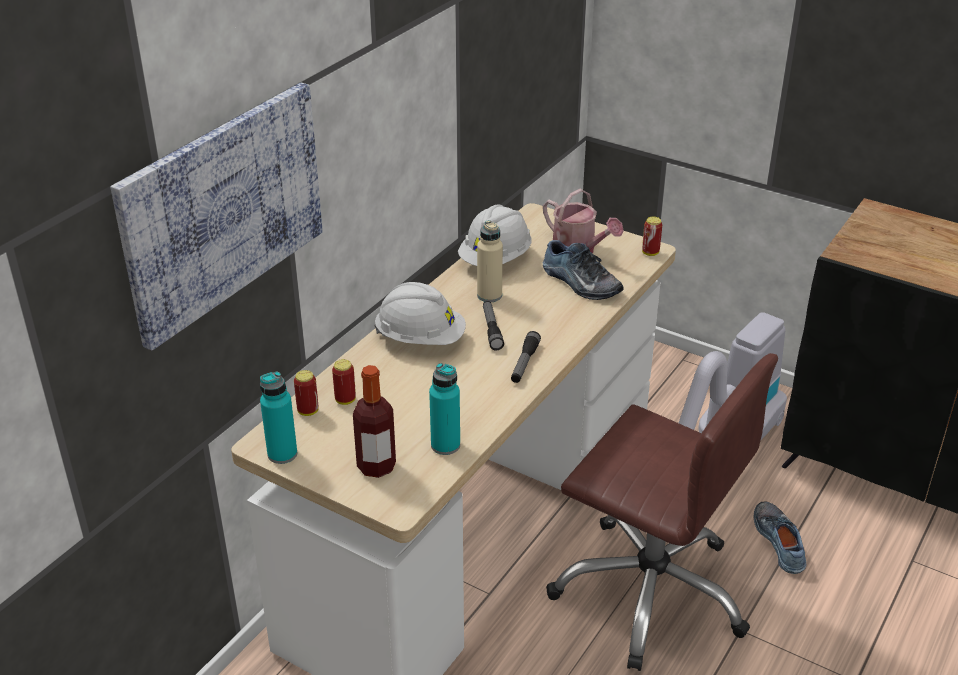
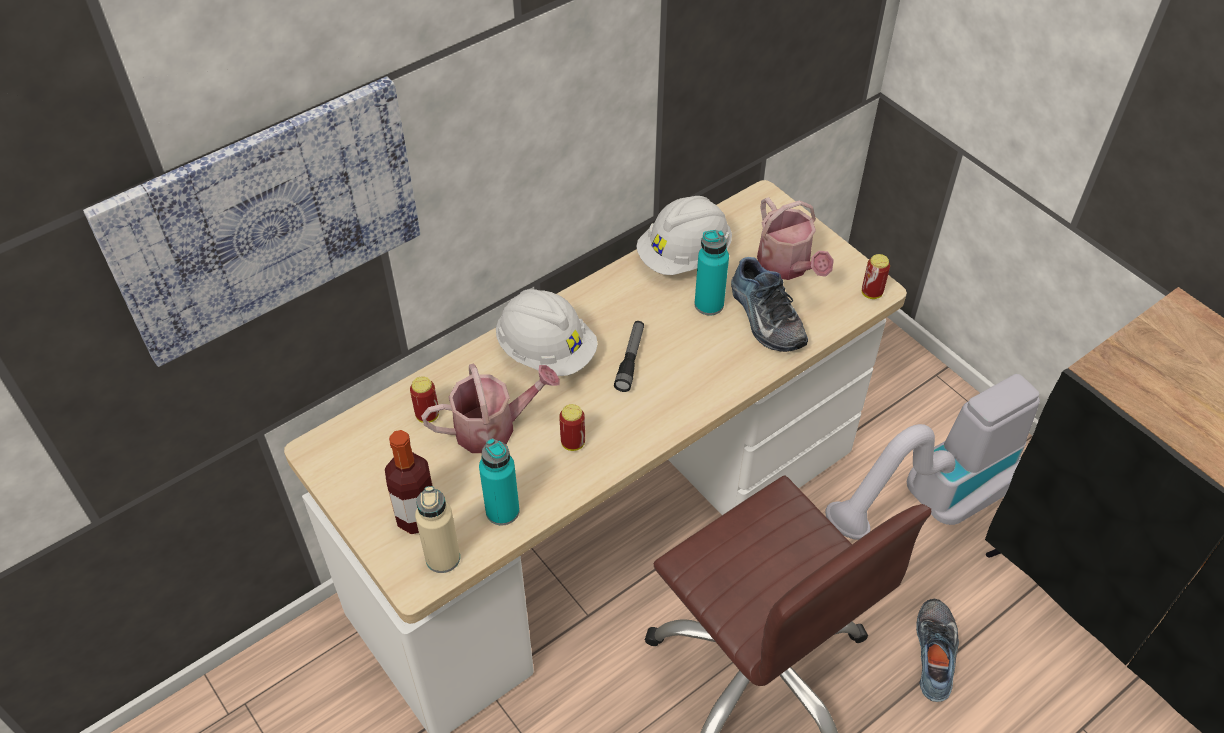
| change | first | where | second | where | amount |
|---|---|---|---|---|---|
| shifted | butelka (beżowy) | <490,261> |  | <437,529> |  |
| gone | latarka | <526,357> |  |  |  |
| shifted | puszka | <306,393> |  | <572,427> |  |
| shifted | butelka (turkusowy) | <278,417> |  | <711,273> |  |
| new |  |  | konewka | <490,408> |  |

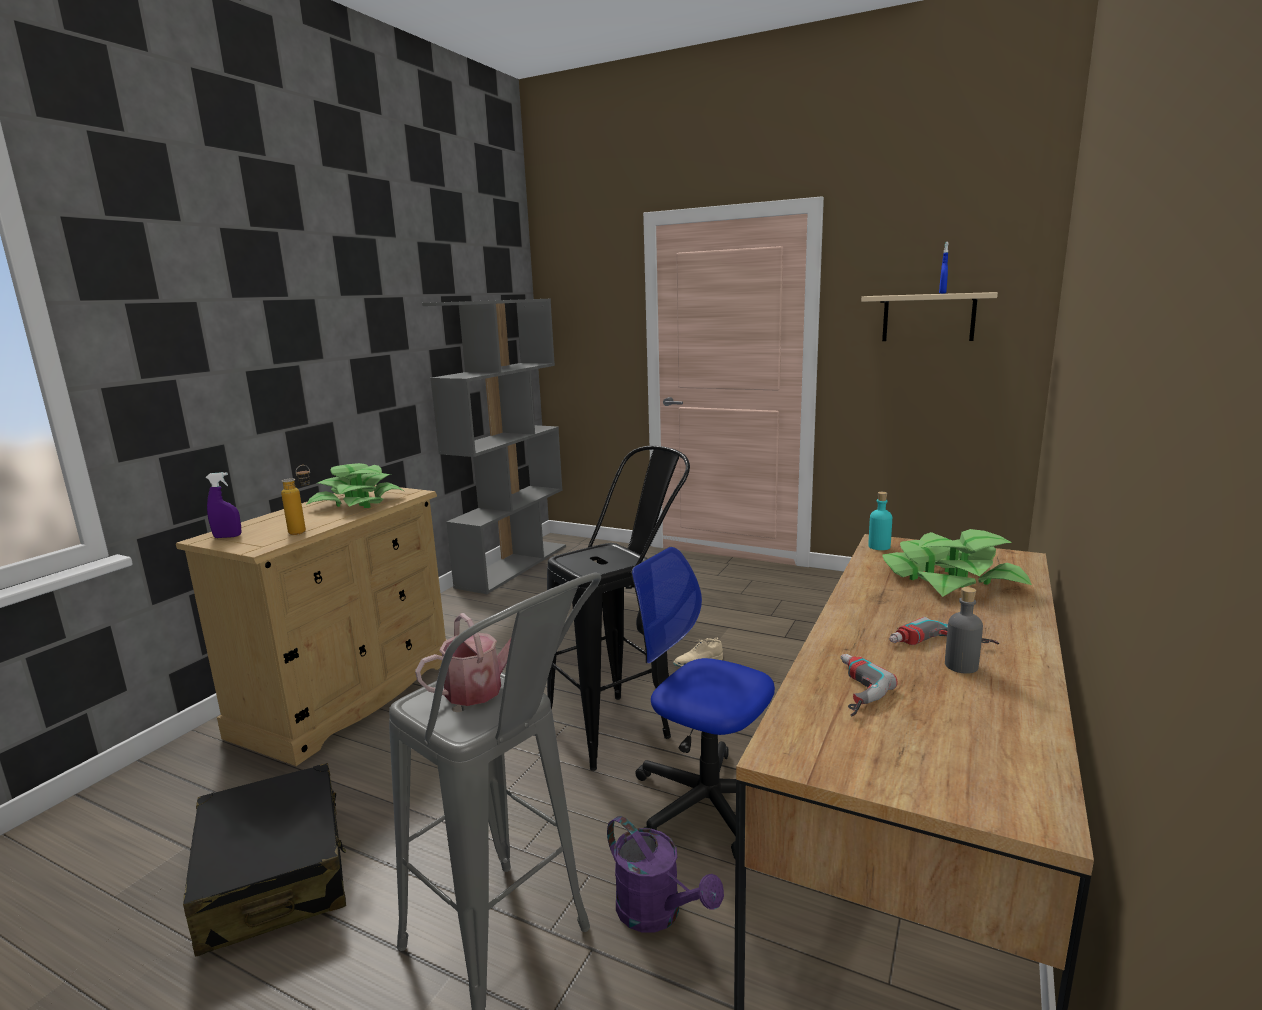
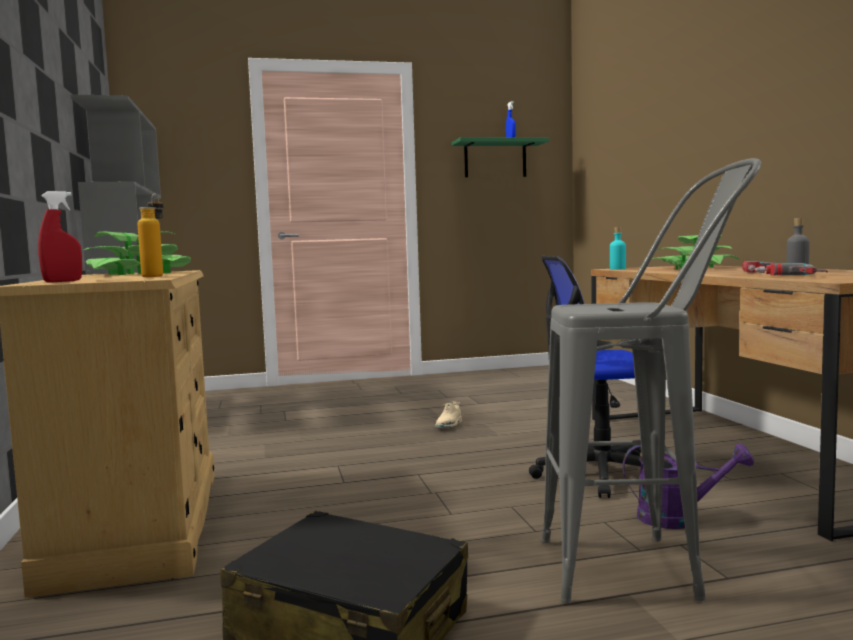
| change | first | where | second | where | amount |
|---|---|---|---|---|---|
| repainted | półka (beżowy) | <929,316> | półka (zielony) | <500,157> |  |
| gone | stołek (czarny) | <618,608> |  |  |  |
| repainted | spryskiwacz (fioletowy) | <223,505> | spryskiwacz (czerwony) | <60,237> |  |
| gone | konewka | <463,659> |  |  |  |

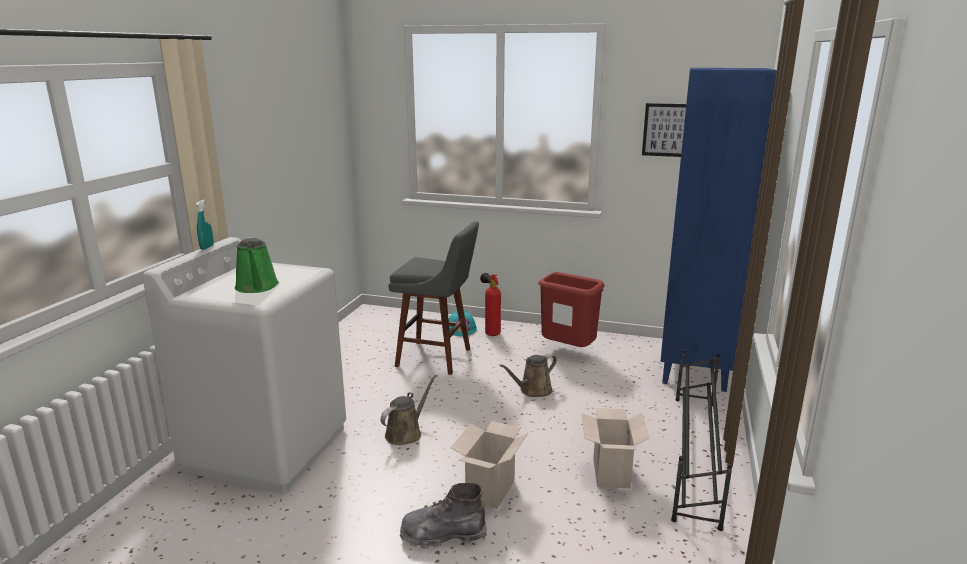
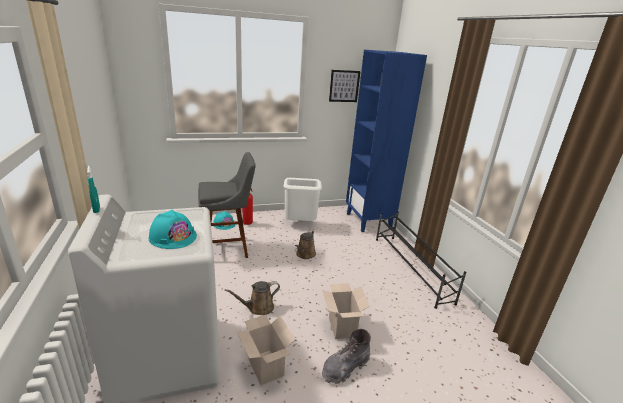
| change | first | where | second | where | amount |
|---|---|---|---|---|---|
| swapped | konewka (zielony) | <257,264> | kask (turkusowy) | <173,229> |  |
| repainted | kosz na śmieci (czerwony) | <571,309> | kosz na śmieci (biały) | <303,199> |  |
| rotated | konewka (brązowy) | <409,409> |  | <252,298> | 120 degrees counterclockwise |
| shifted | karton | <615,448> |  | <266,350> |  |

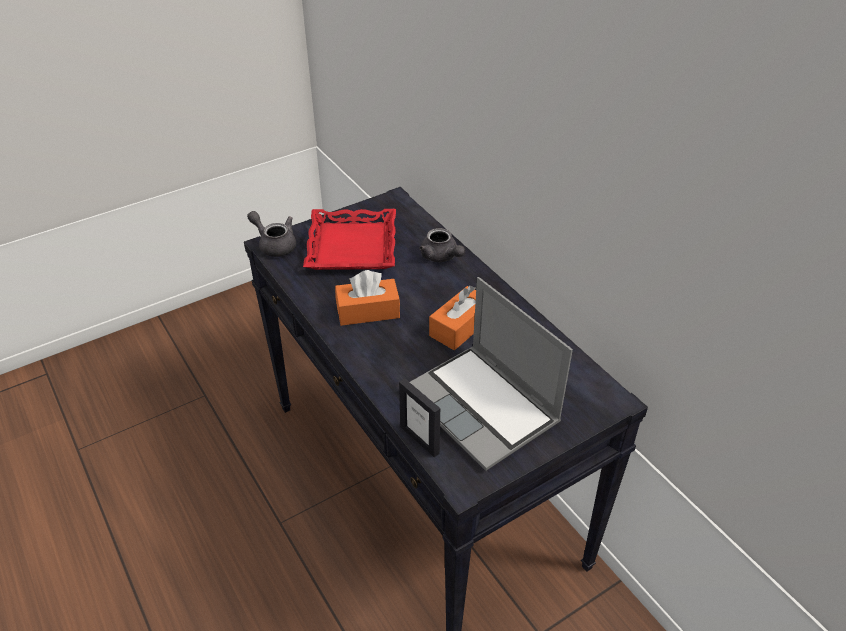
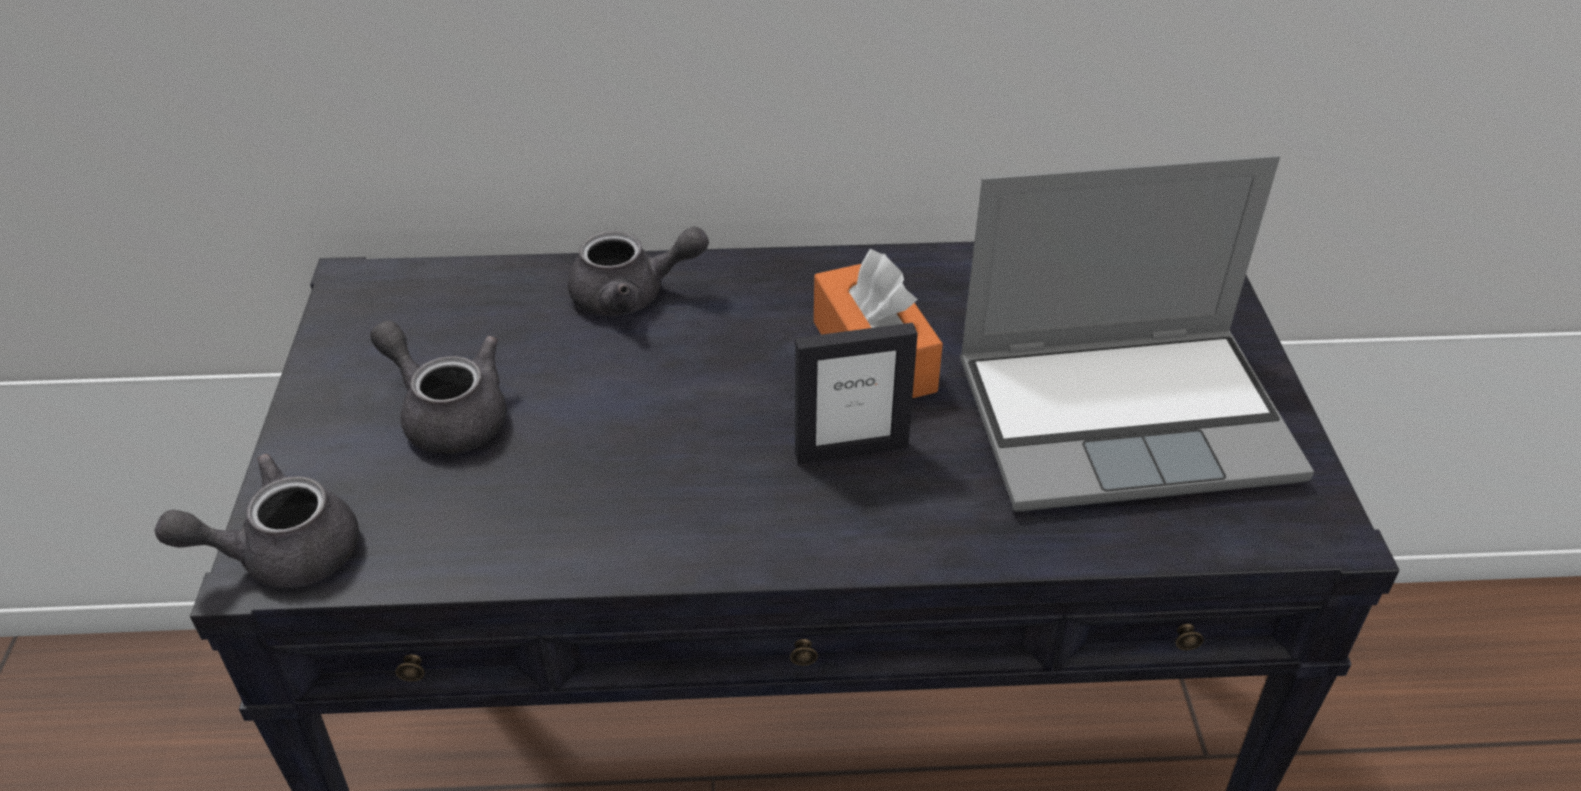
| change | first | where | second | where | amount |
|---|---|---|---|---|---|
| swapped | taca (czerwony) | <349,239> | imbryk (szary) | <438,387> |  |
| gone | pudełko chusteczek (pomarańczowy) | <367,298> |  |  |  |
| shifted | ramka na zdjęcie | <419,417> |  | <856,393> |  |

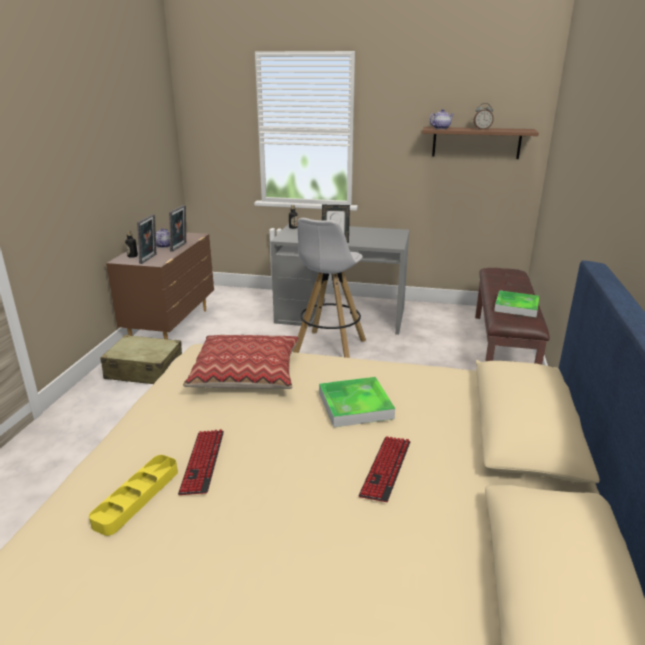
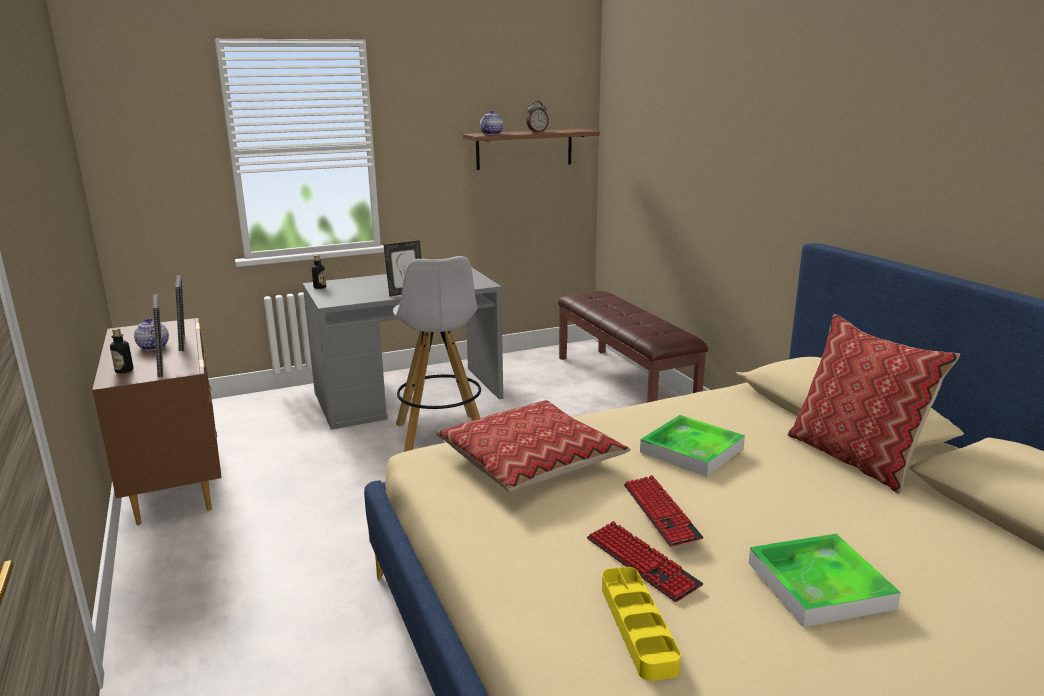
| change | first | where | second | where | amount |
|---|---|---|---|---|---|
| shifted | taca | <516,303> |  | <825,580> |  |
| gone | walizka (beżowy) | <141,359> |  |  |  |
| shifted | klawiatura | <384,469> |  | <663,511> |  |
| new |  |  | poduszka | <873,404> |  |

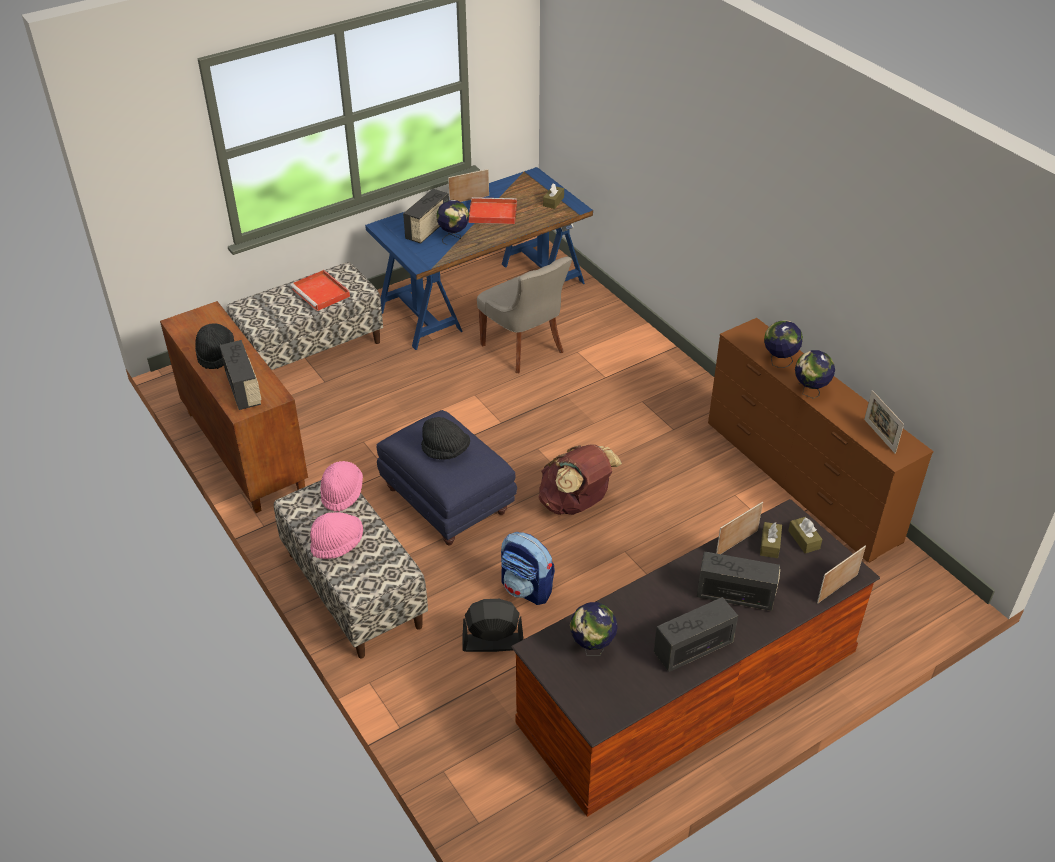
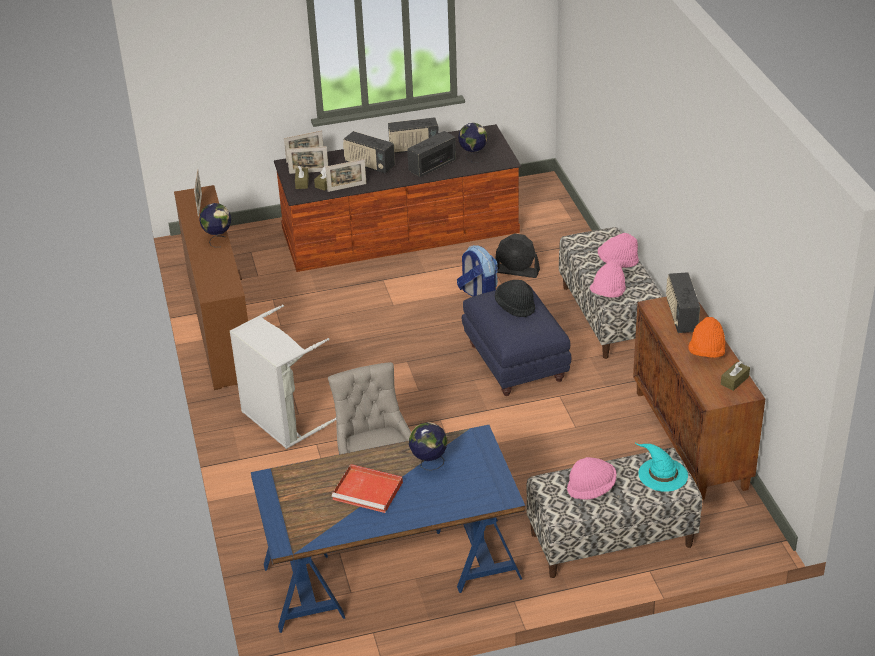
| change | first | where | second | where | amount |
|---|---|---|---|---|---|
| shifted | ramka na zdjęcie | <468,185> |  | <307,160> |  |
| shifted | pudełko chusteczek (brązowy) | <553,196> |  | <735,376> |  |
| shifted | radio | <426,216> |  | <431,154> |  |
| swapped | taca (czerwony) | <320,290> | kapelusz (różowy) | <592,478> |  |
| gone | globus | <783,344> |  |  |  |
| repainted | kapelusz (czarny) | <214,346> | kapelusz (pomarańczowy) | <706,337> |  |
| gone | plecak (brązowy) | <580,479> |  |  |  |
| new |  |  | kosz na pranie (szary) | <283,377> |  |
| new |  |  | kapelusz (turkusowy) | <661,467> |  |

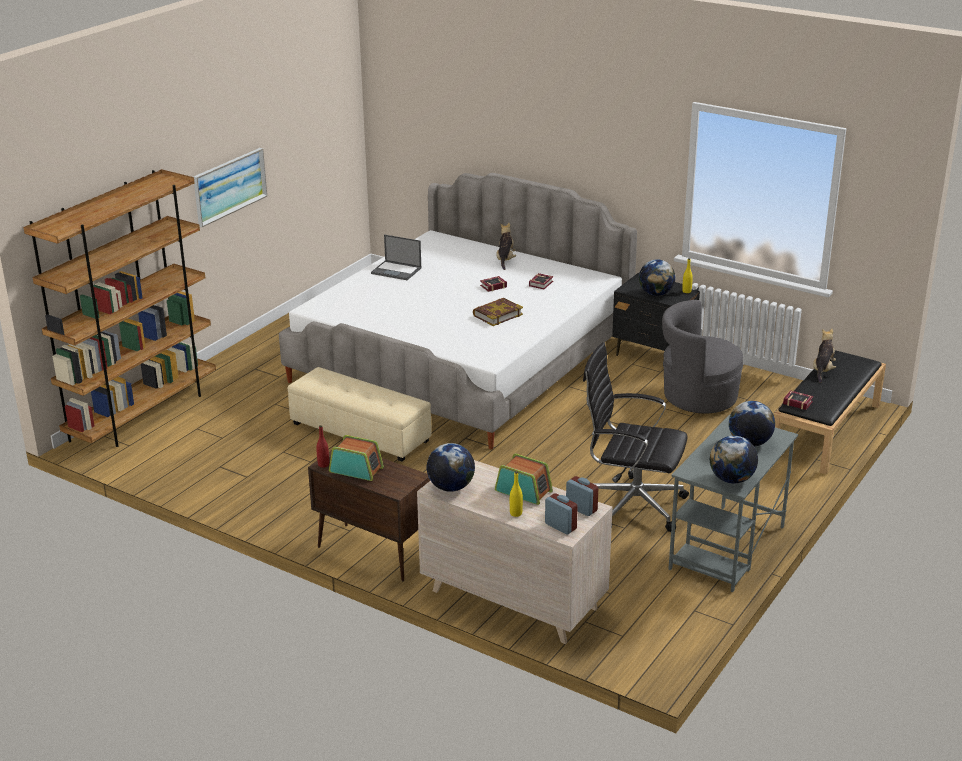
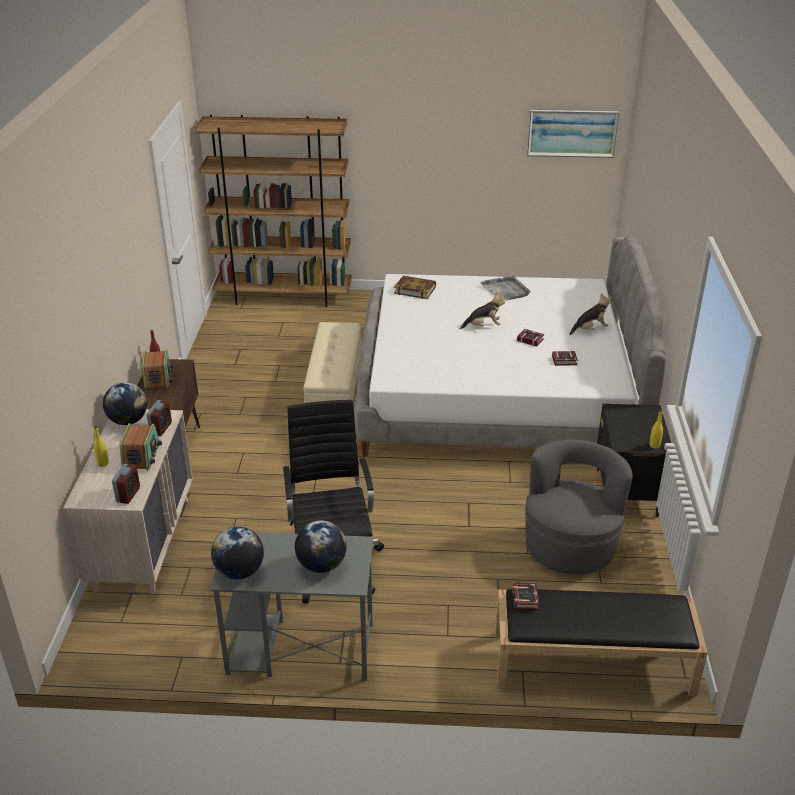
| change | first | where | second | where | amount |
|---|---|---|---|---|---|
| shifted | obraz | <230,187> |  | <573,134> |  |
| swapped | laptop | <396,257> | taca (szary) | <505,288> |  |
| gone | globus | <657,277> |  |  |  |
| shifted | książka | <498,312> |  | <415,287> |  |
| rotated | fotel (szary) | <702,357> |  | <579,507> | 45 degrees clockwise |
| shifted | pluszak | <824,356> |  | <482,310> |  |
| shifted | budzik | <561,513> |  | <159,418> |  |

